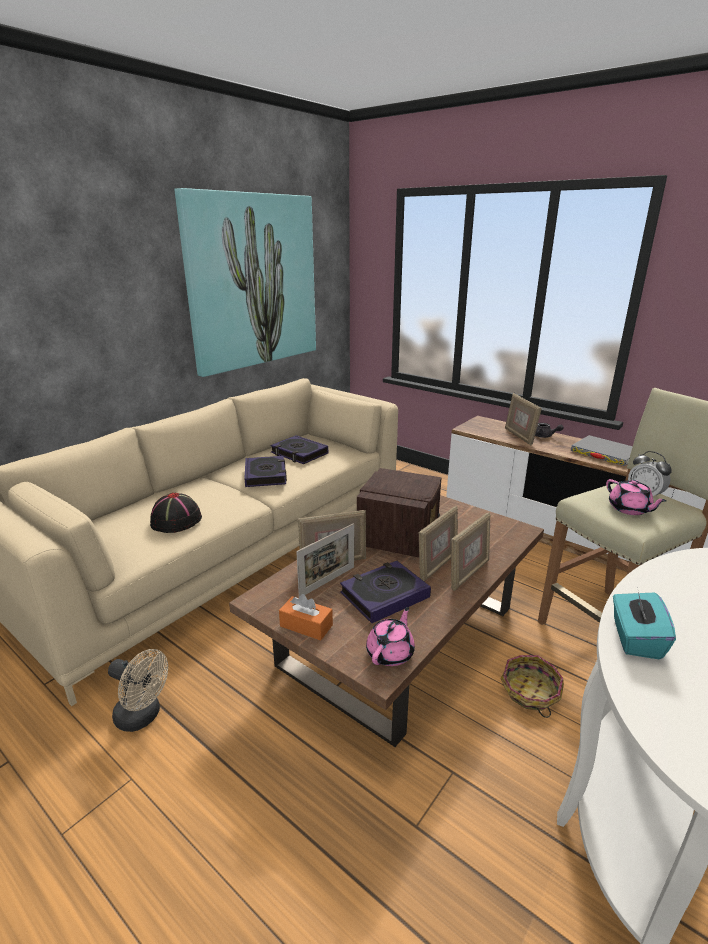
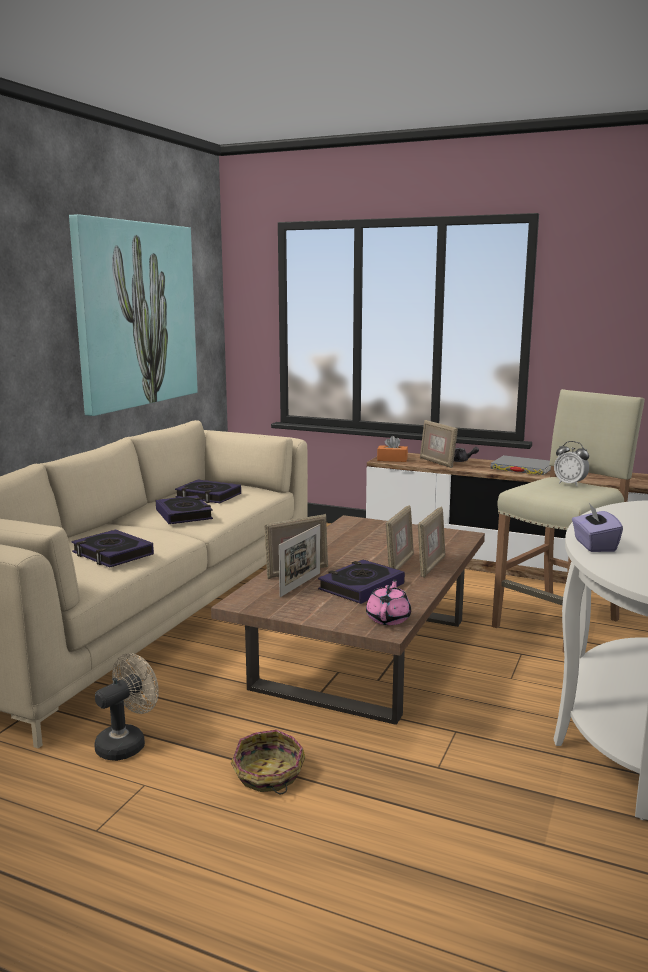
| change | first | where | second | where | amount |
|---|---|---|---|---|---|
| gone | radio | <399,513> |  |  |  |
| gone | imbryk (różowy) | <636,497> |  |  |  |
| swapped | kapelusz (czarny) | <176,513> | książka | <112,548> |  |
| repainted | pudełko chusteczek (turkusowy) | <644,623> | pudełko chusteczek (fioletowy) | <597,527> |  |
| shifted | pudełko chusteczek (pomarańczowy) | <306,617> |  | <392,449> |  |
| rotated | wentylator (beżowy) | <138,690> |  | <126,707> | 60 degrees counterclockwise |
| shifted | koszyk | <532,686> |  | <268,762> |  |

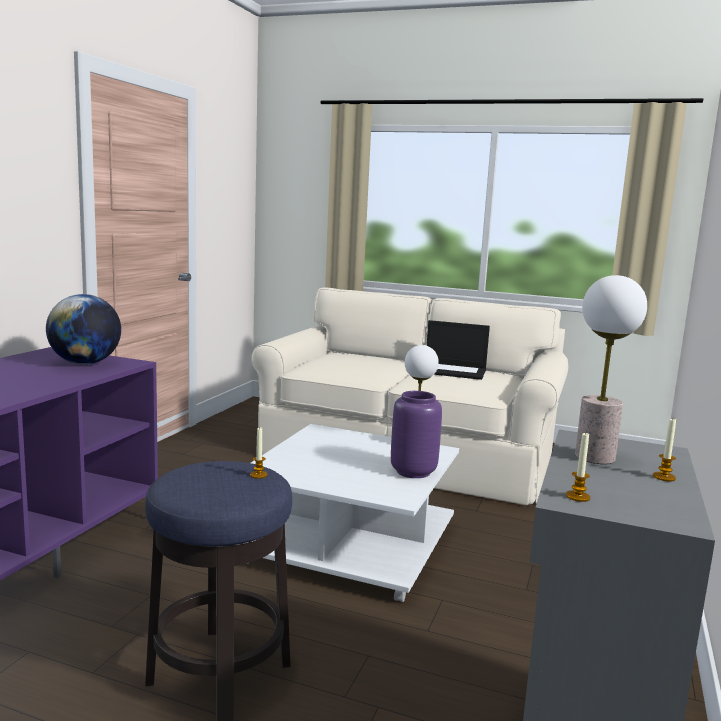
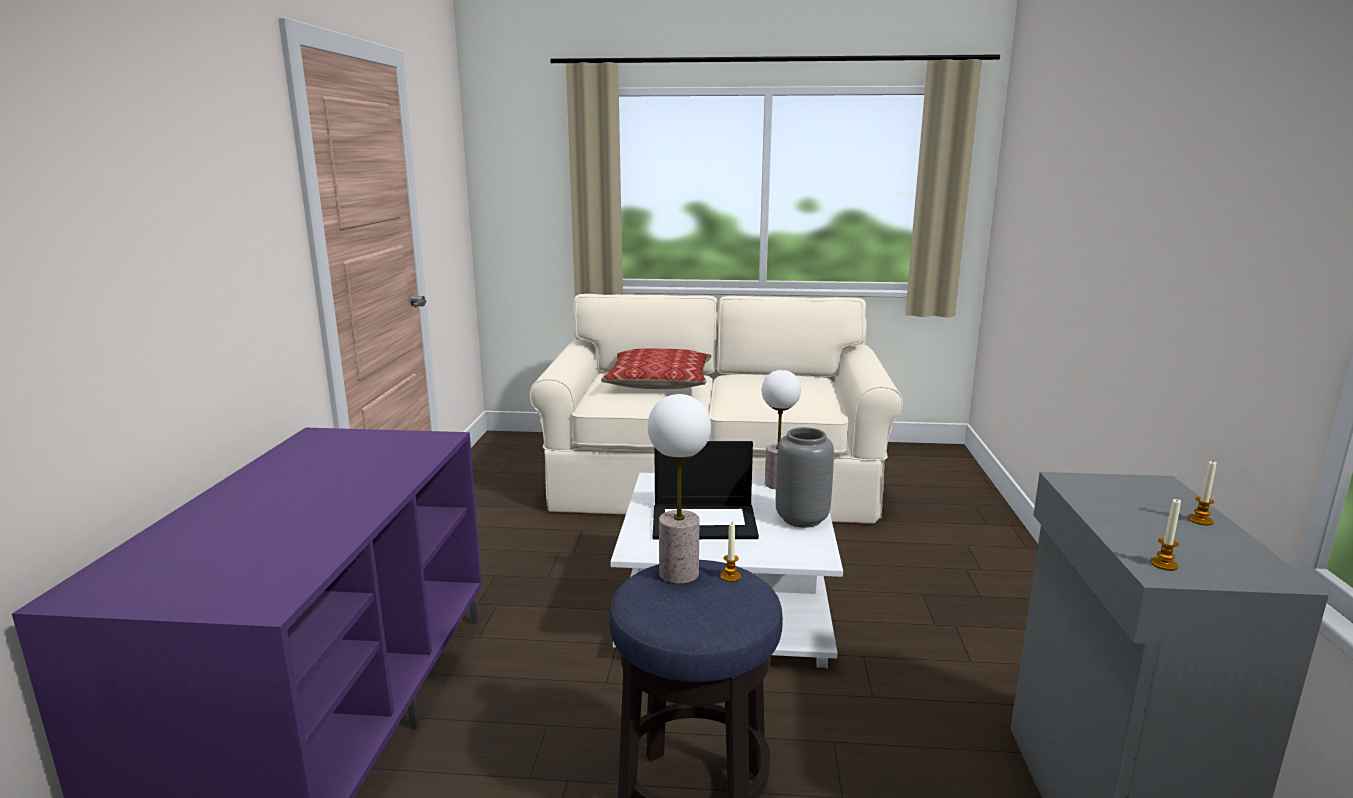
| change | first | where | second | where | amount |
|---|---|---|---|---|---|
| shifted | lampa stołowa | <611,369> |  | <679,489> |  |
| gone | globus | <83,329> |  |  |  |
| shifted | laptop | <458,350> |  | <706,490> |  |
| repainted | wazon (fioletowy) | <416,434> | wazon (szary) | <805,477> |  |
| new |  |  | poduszka | <656,368> |  |

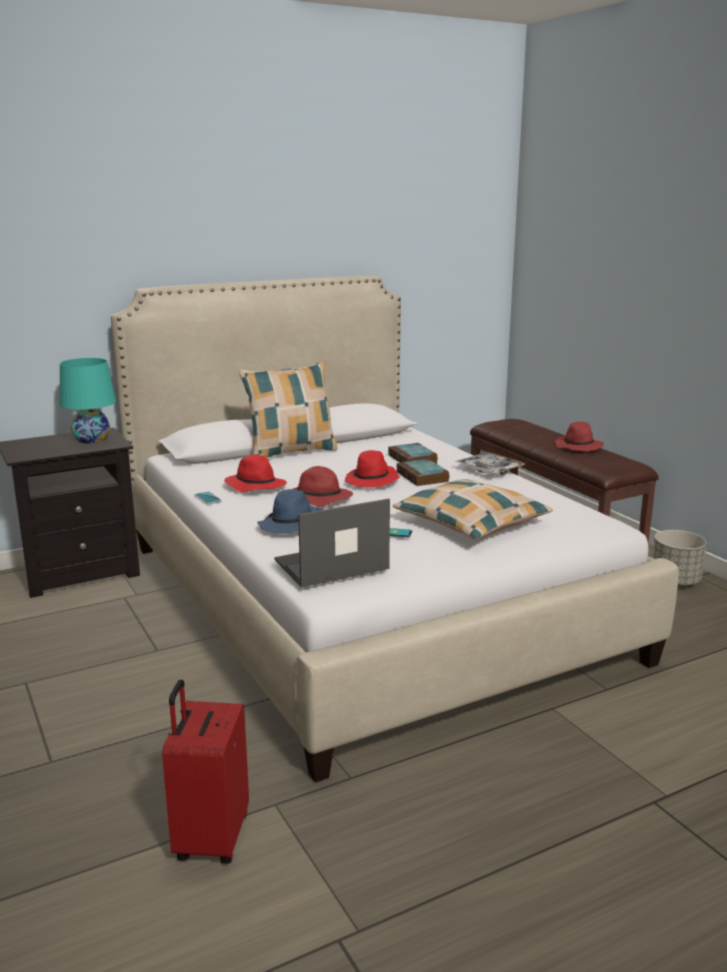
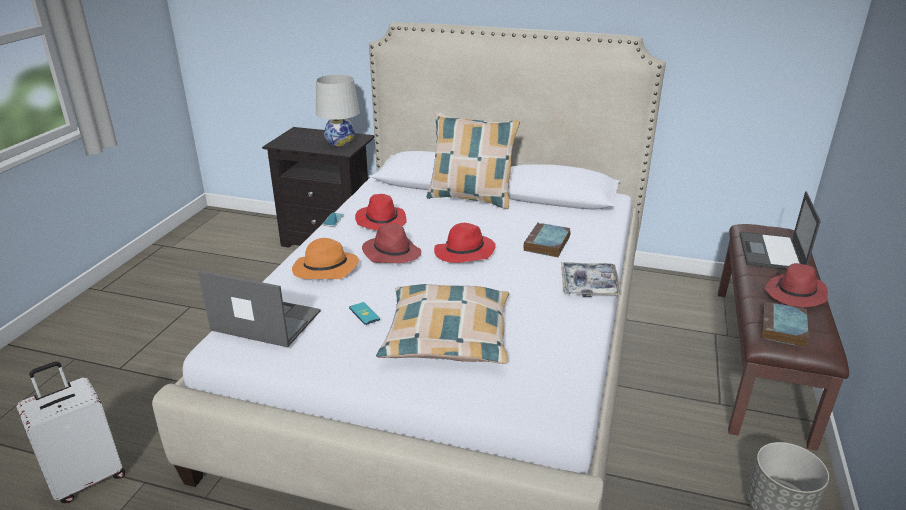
| change | first | where | second | where | amount |
|---|---|---|---|---|---|
| repainted | lampa stołowa (turkusowy) | <88,401> | lampa stołowa (biały) | <338,110> |  |
| shifted | książka | <423,472> |  | <785,324> |  |
| repainted | kapelusz (niebieski) | <290,511> | kapelusz (pomarańczowy) | <325,258> |  |
| repainted | walizka (czerwony) | <205,771> | walizka (biały) | <71,432> |  |
| new |  |  | laptop | <780,230> |  |

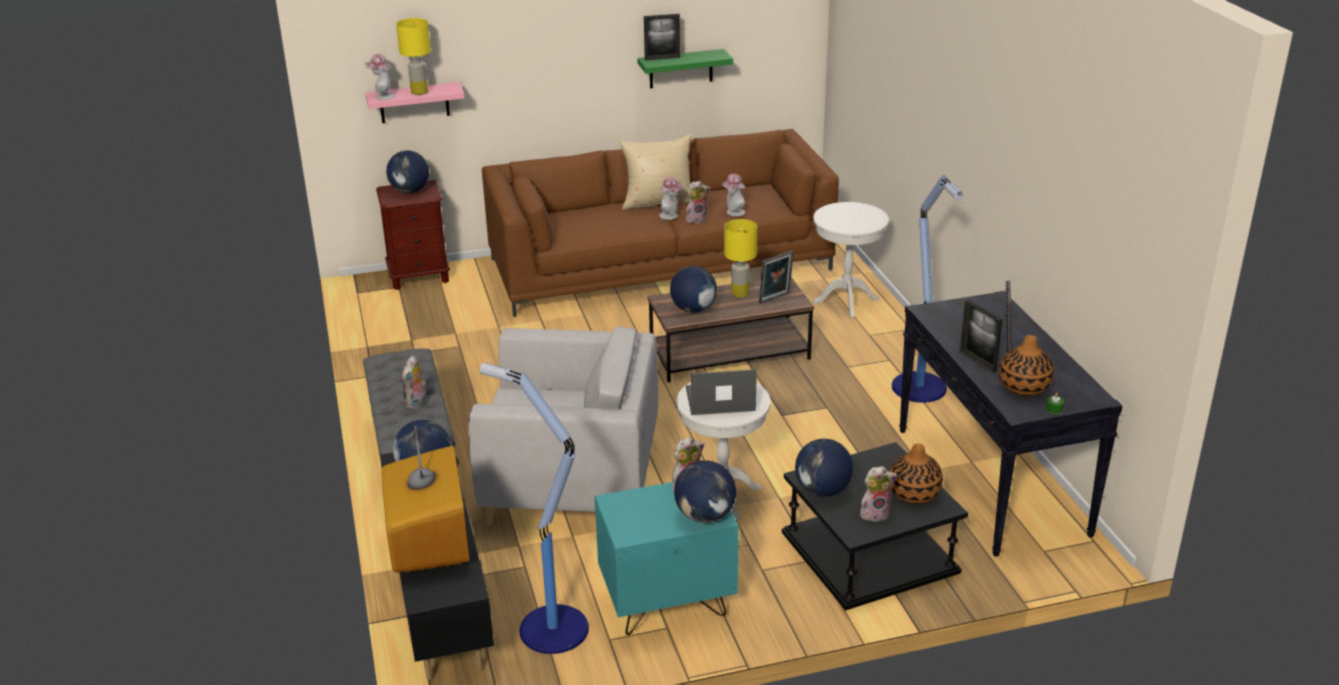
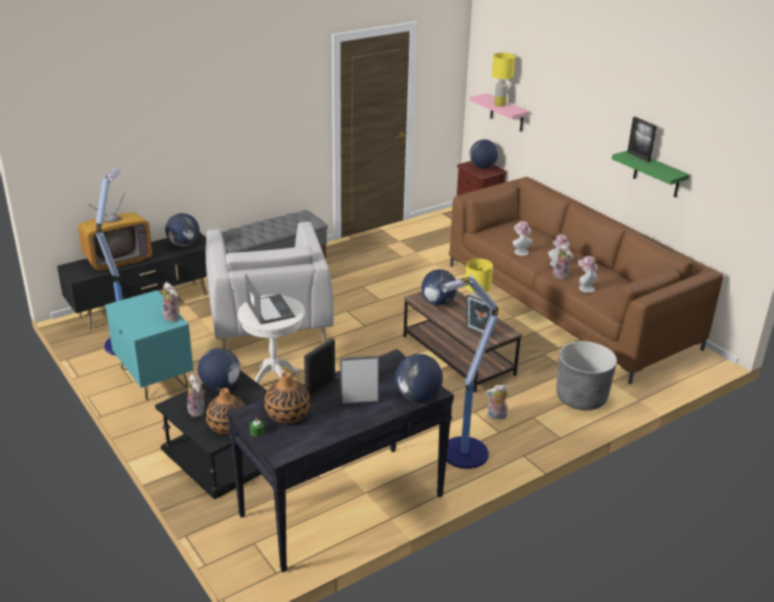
| change | first | where | second | where | amount |
|---|---|---|---|---|---|
| shifted | kapelusz | <380,77> |  | <522,238> |  |
| gone | poduszka (beżowy) | <655,172> |  |  |  |
| swapped | stolik (biały) | <851,259> | donica (szary) | <586,375> |  |
| shifted | pluszak | <414,382> |  | <497,402> |  |
| shifted | globus | <705,491> |  | <419,378> |  |

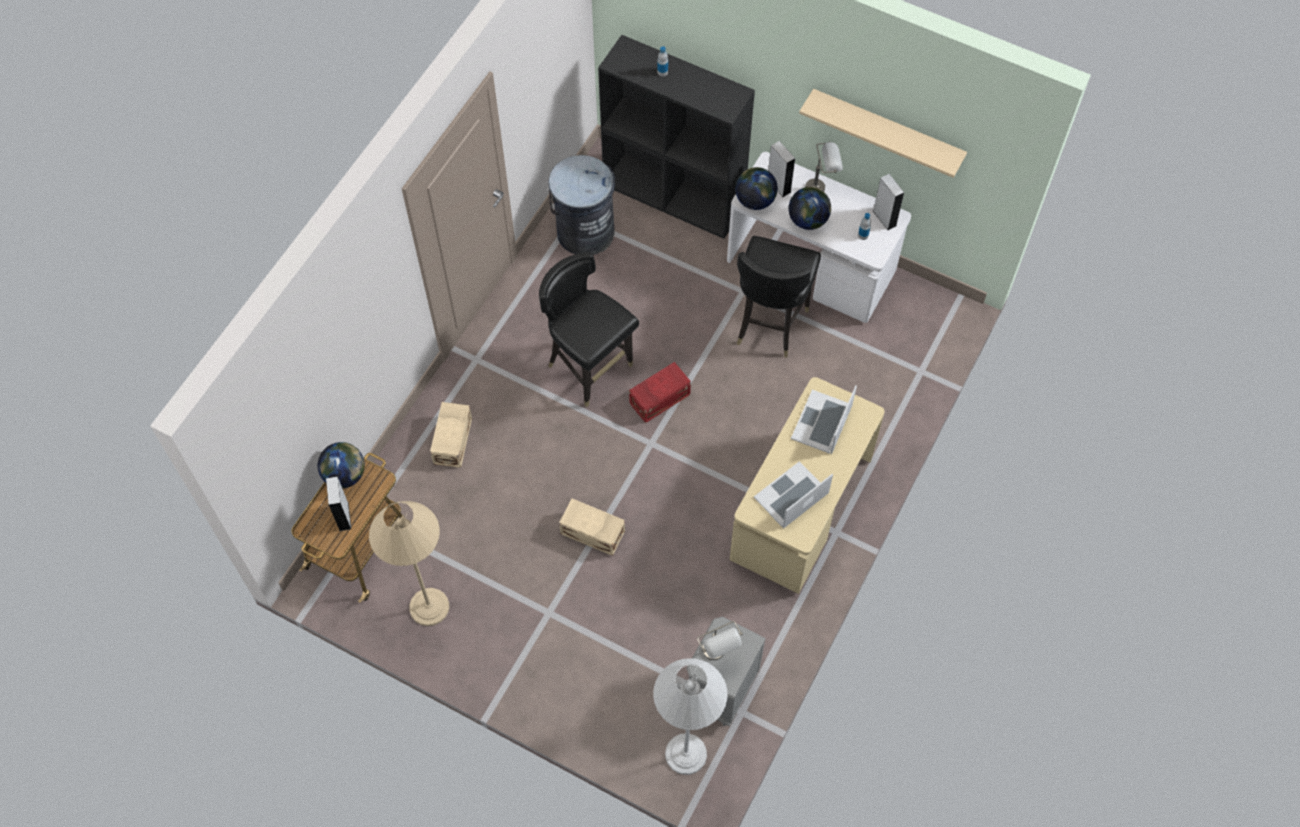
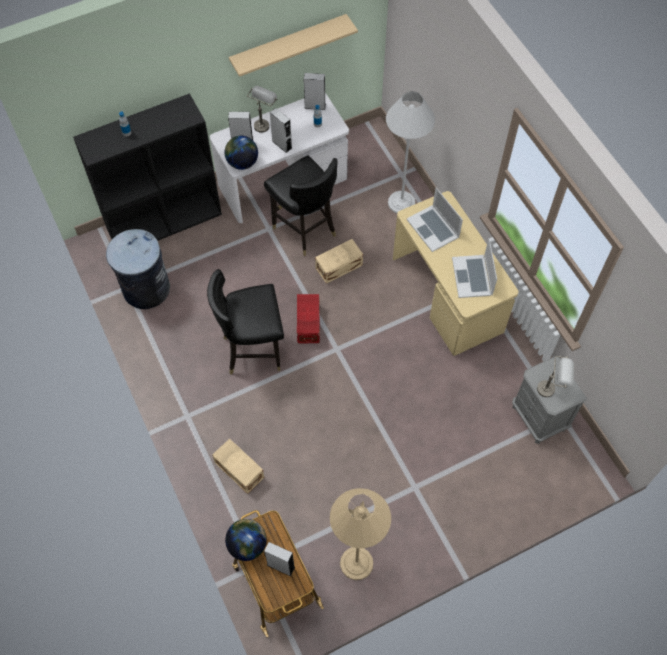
| change | first | where | second | where | amount |
|---|---|---|---|---|---|
| swapped | globus | <810,208> | głośnik (szary) | <281,130> |  |
| shifted | pojemnik do przechowywania (beżowy) | <592,527> |  | <339,261> |  |
| shifted | lampa stojąca (biały) | <690,716> |  | <410,152> |  |

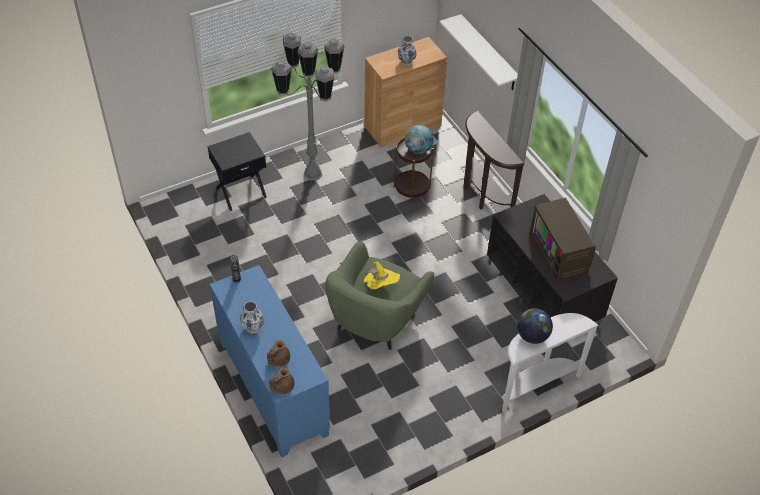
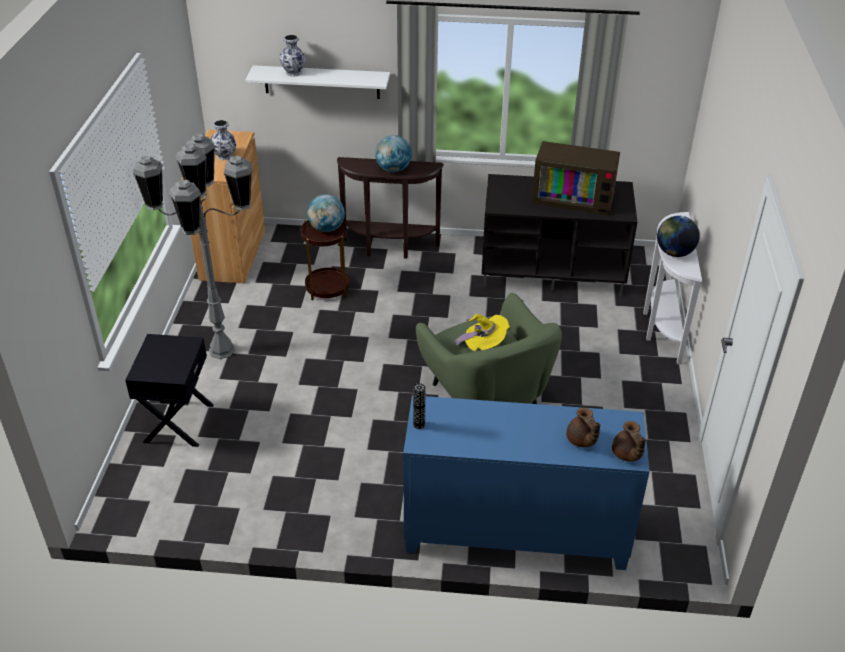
| change | first | where | second | where | amount |
|---|---|---|---|---|---|
| shifted | wazon | <252,317> |  | <292,56> |  |
| new |  |  | globus | <393,153> |  |

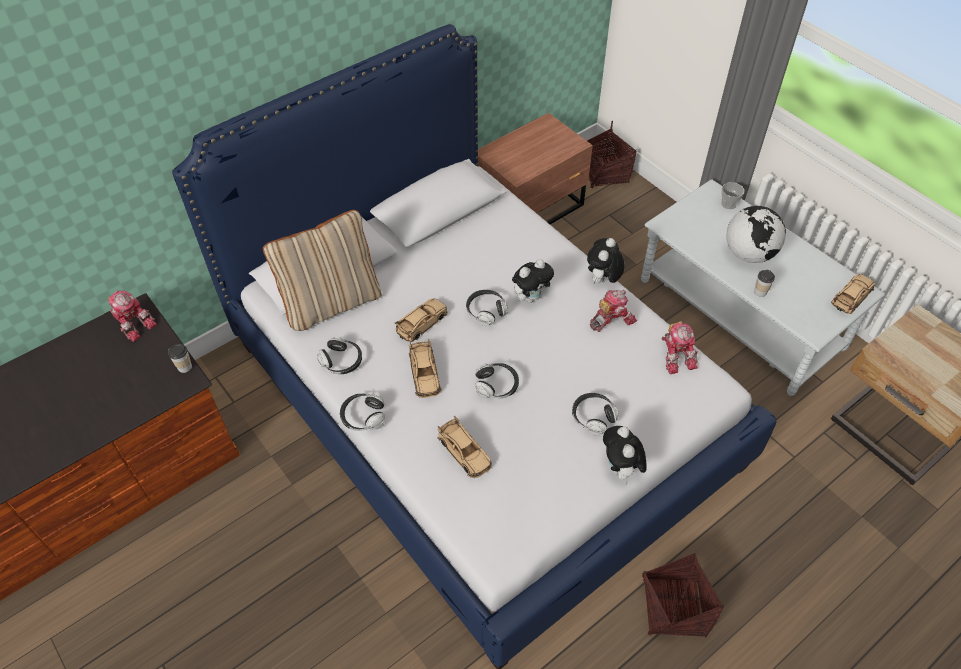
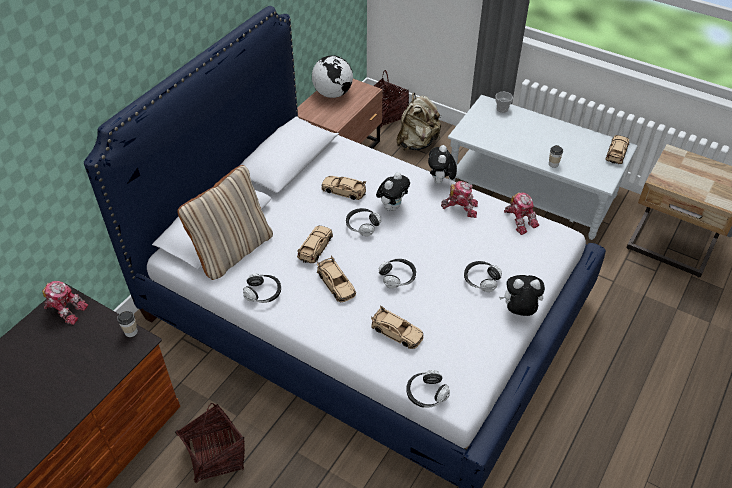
| change | first | where | second | where | amount |
|---|---|---|---|---|---|
| shifted | globus | <756,234> |  | <332,76> |  |
| rotated | robot zabawkowy | <613,311> |  | <459,199> | 60 degrees clockwise |
| shifted | słuchawki | <362,412> |  | <428,389> |  |
| rotated | pluszak | <625,455> |  | <522,295> | 120 degrees clockwise |
| shifted | koszyk | <683,595> |  | <210,443> |  |
| new |  |  | plecak (beżowy) | <418,121> |  |
| new |  |  | samochodzik (beżowy) | <344,188> |  |

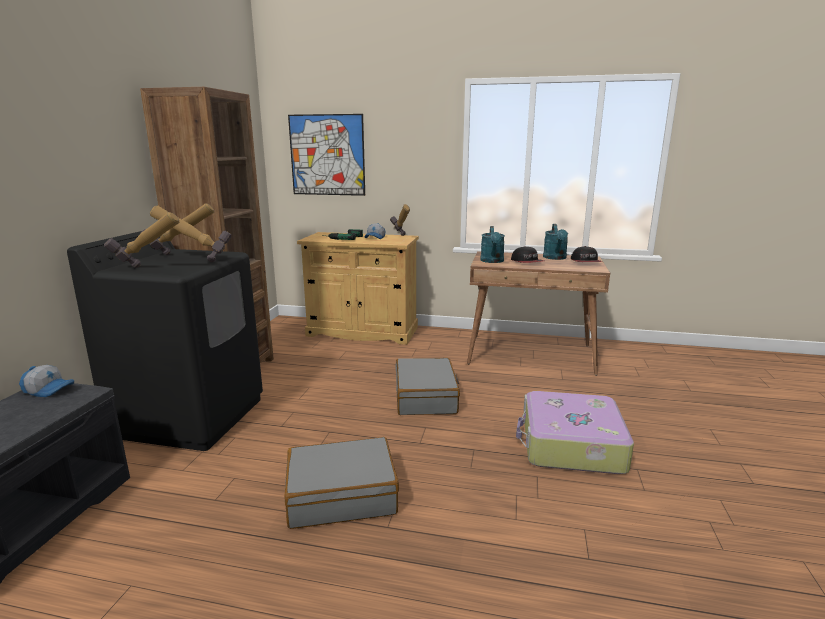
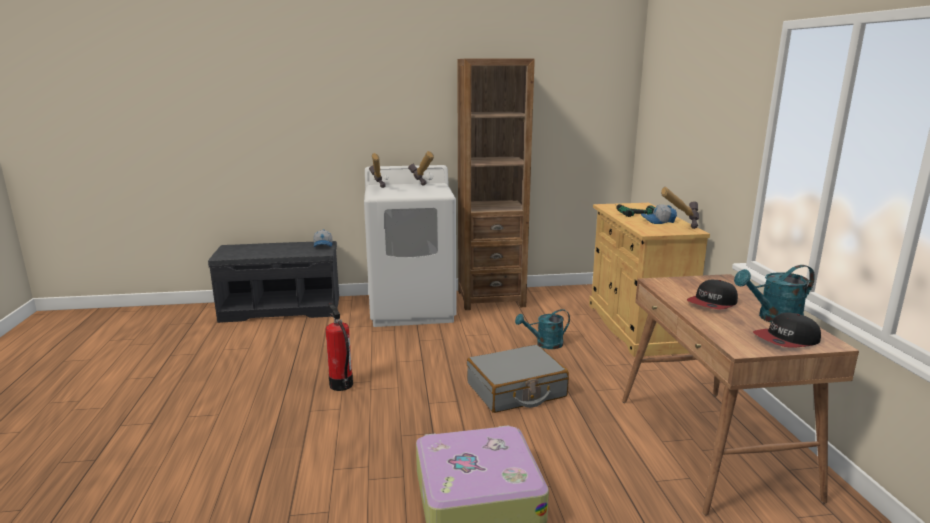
| change | first | where | second | where | amount |
|---|---|---|---|---|---|
| gone | obraz | <326,155> |  |  |  |
| gone | młotek | <191,233> |  |  |  |
| shifted | konewka (turkusowy) | <492,244> |  | <542,329> |  |
| repainted | pralka (czarny) | <165,341> | pralka (biały) | <410,246> |  |
| swapped | walizka (szary) | <341,483> | gaśnica | <339,347> |  |

